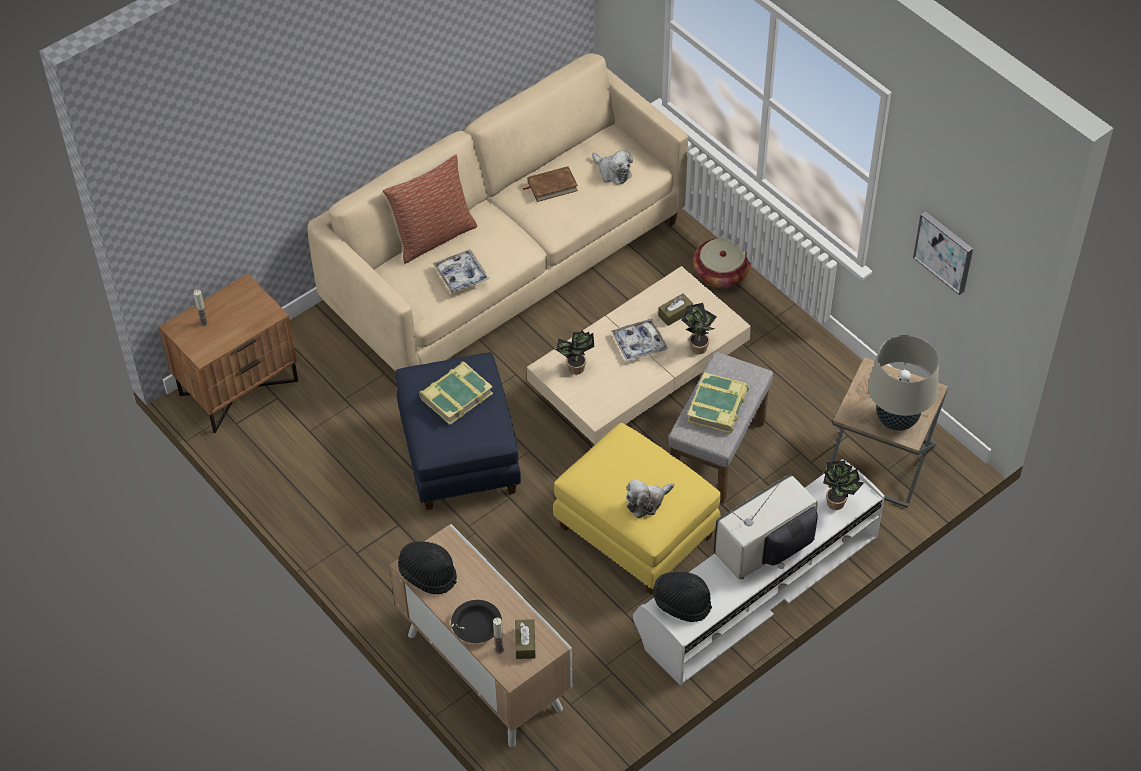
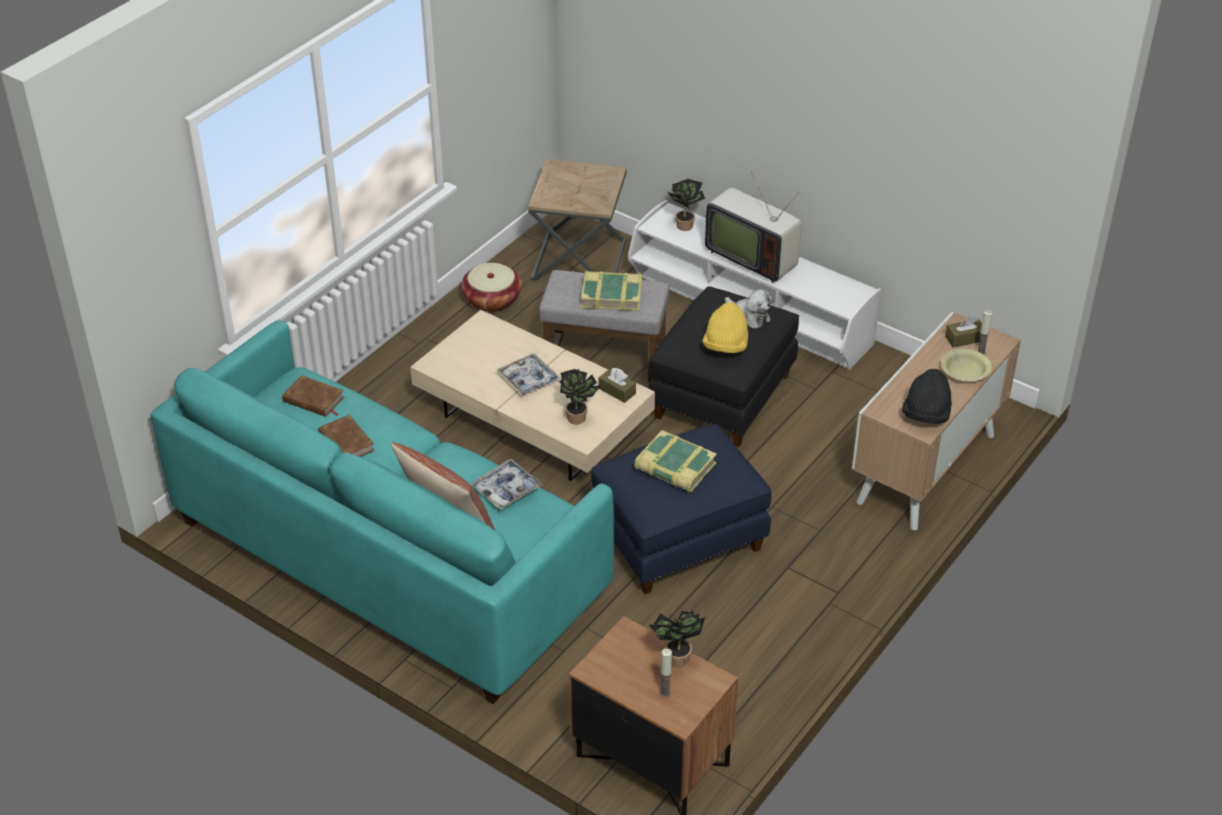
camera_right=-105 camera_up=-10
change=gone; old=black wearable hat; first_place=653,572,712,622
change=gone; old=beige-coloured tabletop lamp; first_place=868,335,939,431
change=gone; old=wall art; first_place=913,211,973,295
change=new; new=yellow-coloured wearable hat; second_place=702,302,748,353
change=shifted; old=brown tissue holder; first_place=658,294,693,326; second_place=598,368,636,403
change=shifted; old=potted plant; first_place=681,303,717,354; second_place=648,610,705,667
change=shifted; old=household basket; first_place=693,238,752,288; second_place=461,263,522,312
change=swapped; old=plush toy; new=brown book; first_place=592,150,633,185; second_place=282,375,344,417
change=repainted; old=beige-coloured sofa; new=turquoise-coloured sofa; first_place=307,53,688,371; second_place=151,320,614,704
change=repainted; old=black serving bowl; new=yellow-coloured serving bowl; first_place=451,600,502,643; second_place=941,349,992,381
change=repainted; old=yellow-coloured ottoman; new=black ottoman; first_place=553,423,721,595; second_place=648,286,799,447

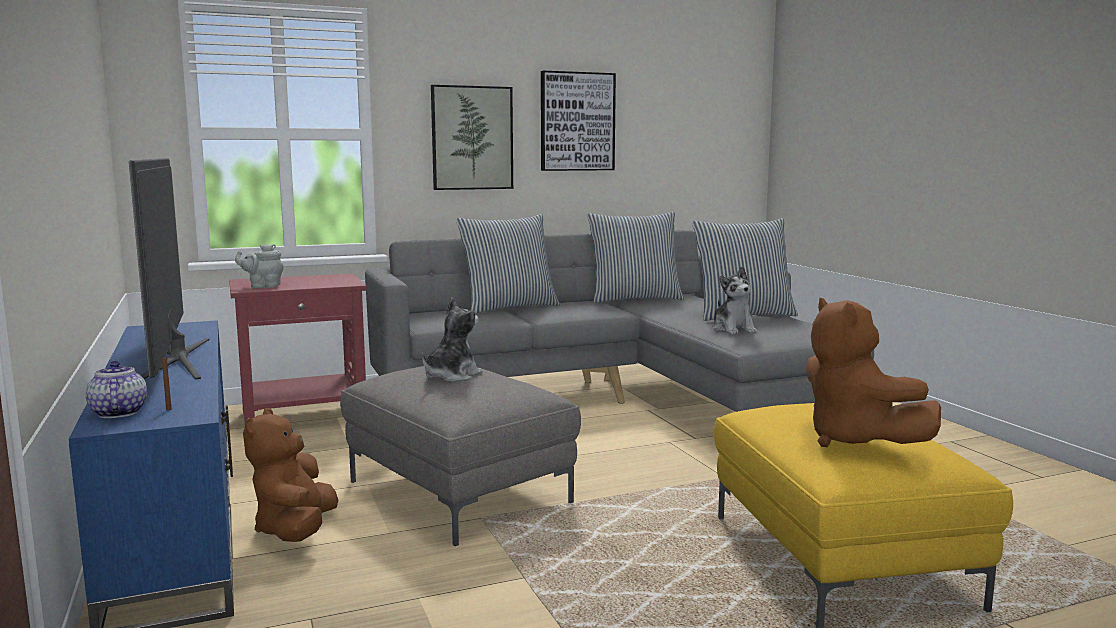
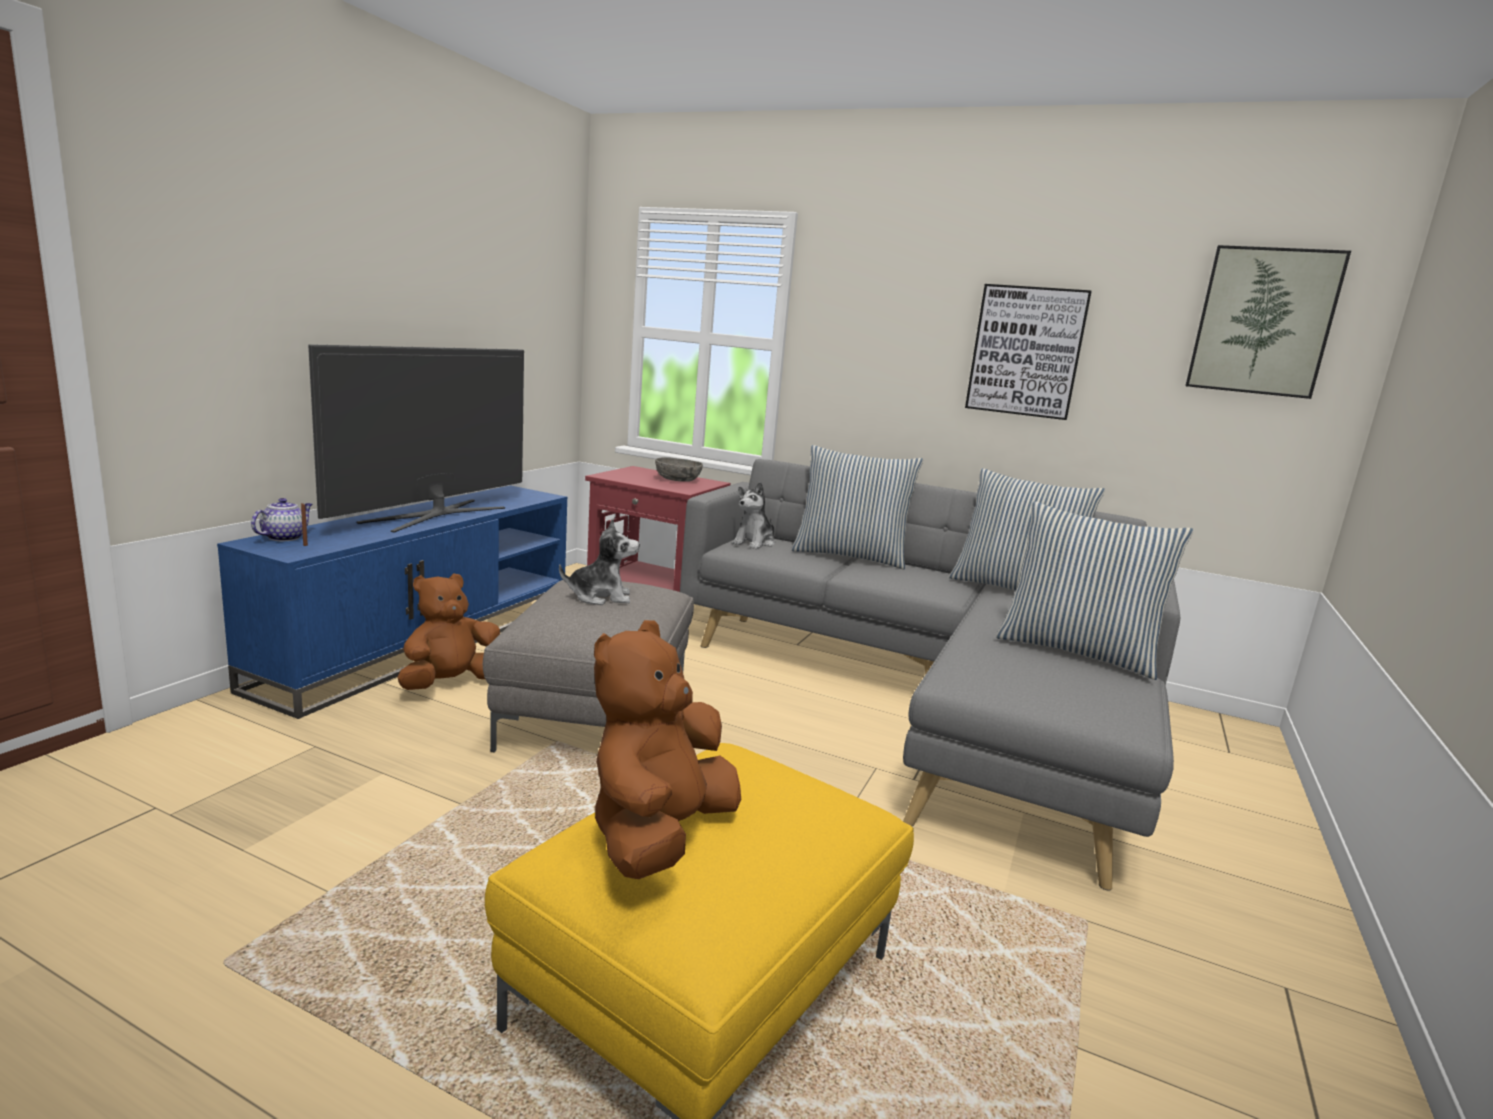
camera_right=45 camera_up=5
change=gone; old=grey tea pot; first_place=235,244,284,288
change=new; new=grey serving bowl; second_place=655,457,703,482
change=shifted; old=wall art; first_place=431,85,513,190; second_place=1185,245,1351,399
change=shifted; old=plush toy; first_place=712,266,757,334; second_place=732,482,775,549

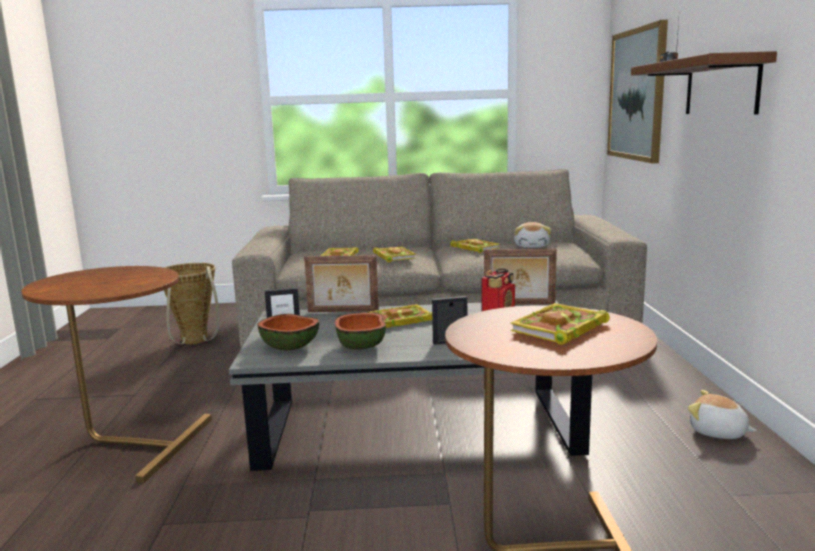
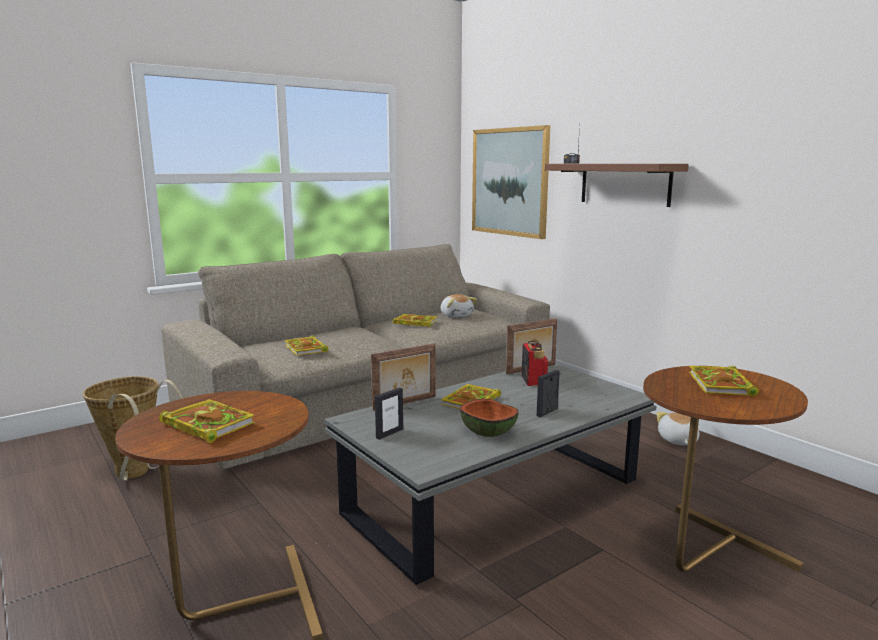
camera_right=-35 camera_up=0
change=gone; old=serving bowl; first_place=257,314,319,351
change=shifted; old=book; first_place=373,246,415,262; second_place=159,399,255,443
change=rotated; old=plush toy; first_place=688,390,757,439; second_place=657,412,700,445; degrees=90

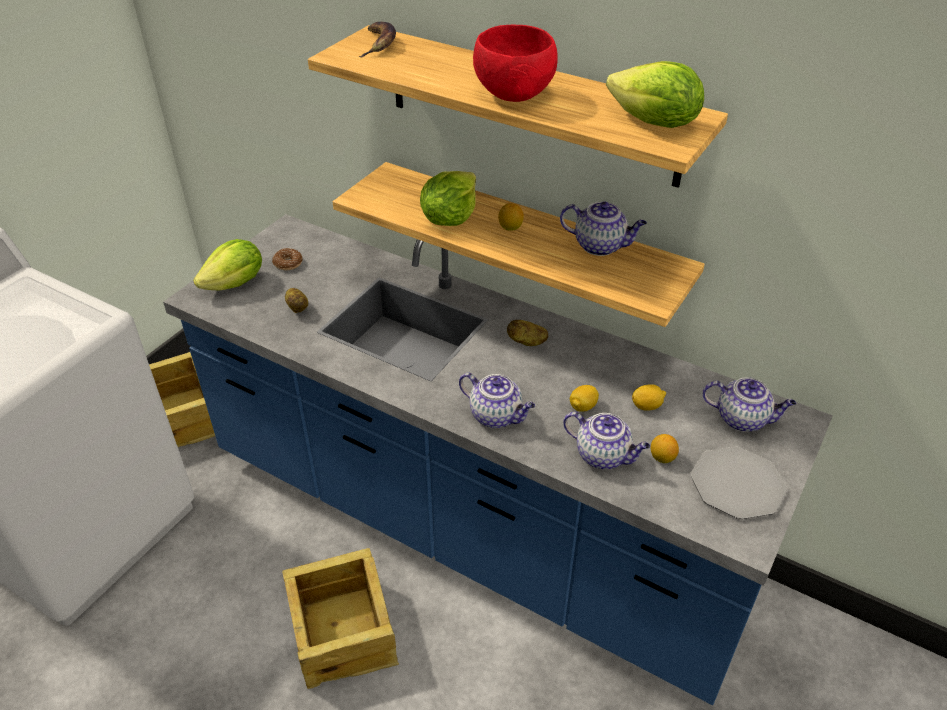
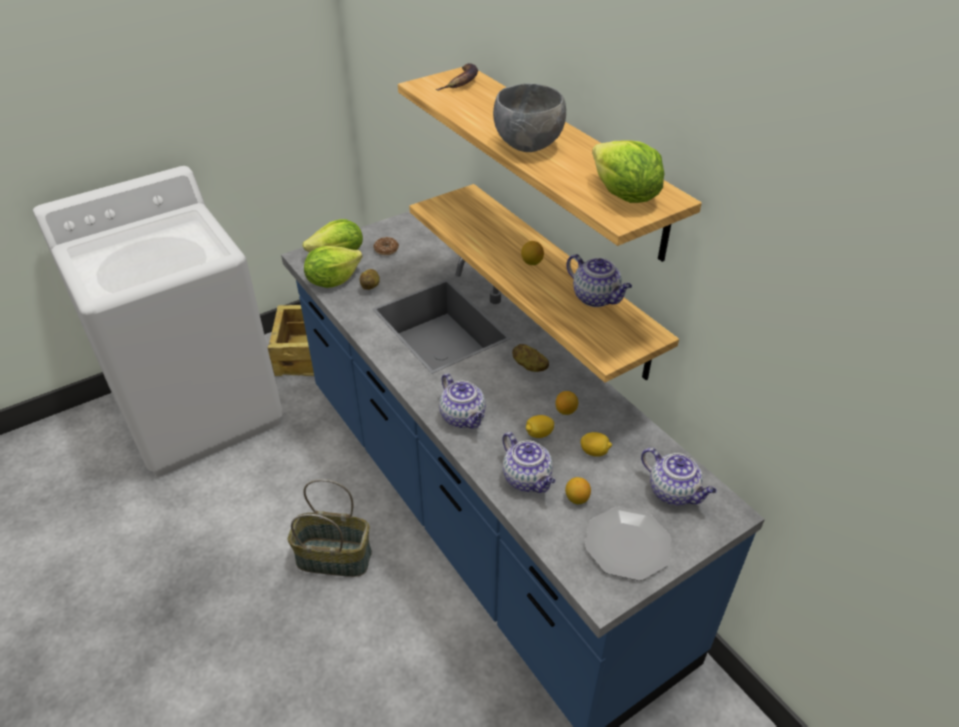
camera_right=25 camera_up=0
change=new; new=lemon; second_place=555,391,578,415
change=shifted; old=lettuce head; first_place=420,171,476,226; second_place=304,246,362,288
change=swapped; old=shipping crate; new=household basket; first_place=282,548,399,689; second_place=287,479,372,577
change=repainted; old=red-coloured serving bowl; new=grey serving bowl; first_place=473,25,558,102; second_place=493,83,566,152

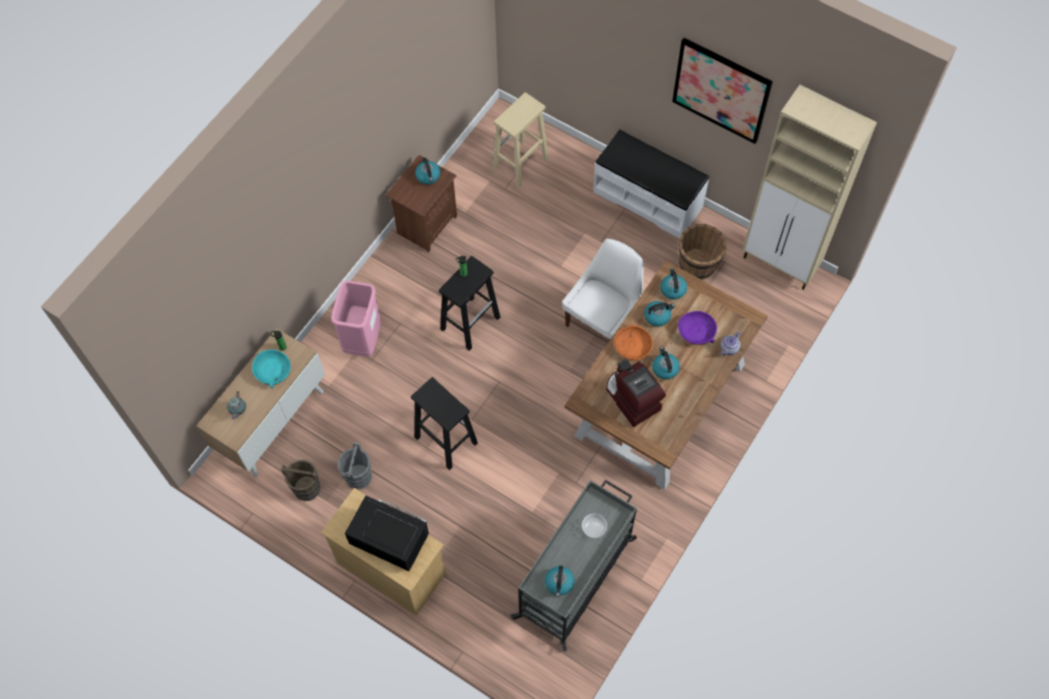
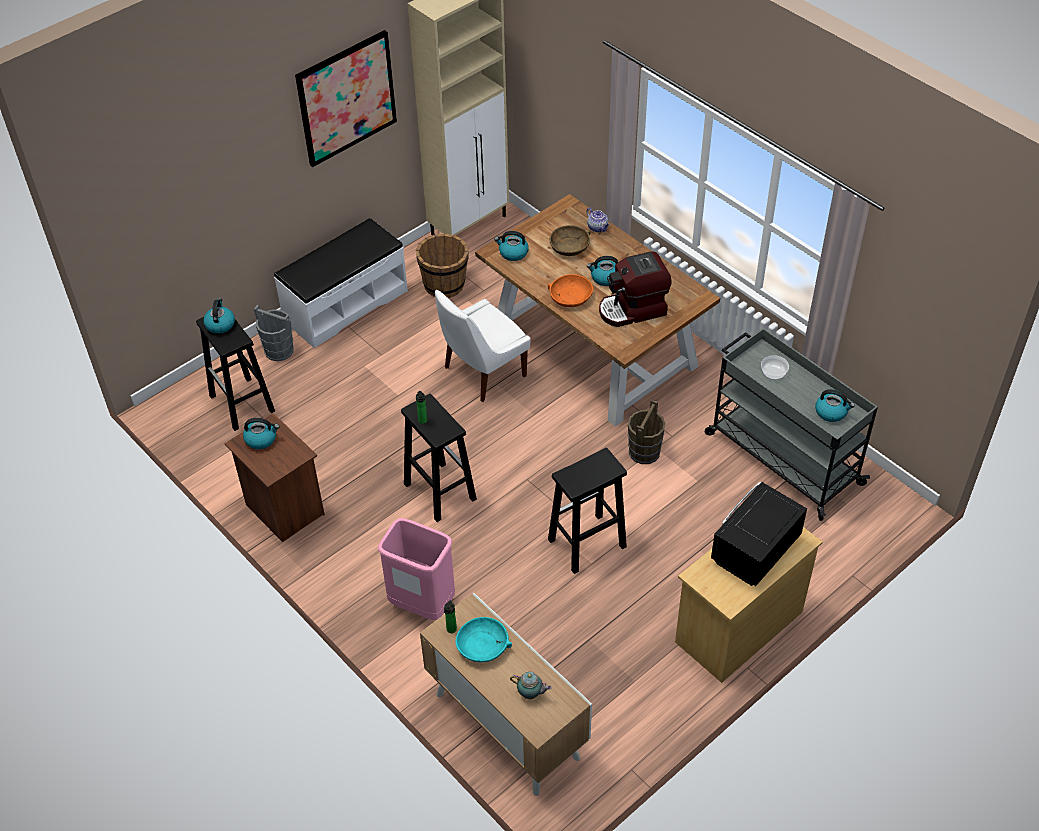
camera_right=-75 camera_up=-15
change=shifted; old=brown bucket; first_place=281,460,321,501; second_place=628,400,666,464
change=shifted; old=grey bucket; first_place=338,442,372,490; second_place=254,305,294,361
change=shifted; old=kettle; first_place=644,301,675,327; second_place=203,298,235,334
change=repainted; old=beige-coloured sitting stool; new=black sitting stool; first_place=492,92,549,187; second_place=196,317,275,431
change=repainted; old=purple-coloured serving bowl; new=brown serving bowl; first_place=678,311,717,345; second_place=550,225,591,256
change=rotated; old=white chair; first_place=562,238,644,342; second_place=435,290,531,402; degrees=-90

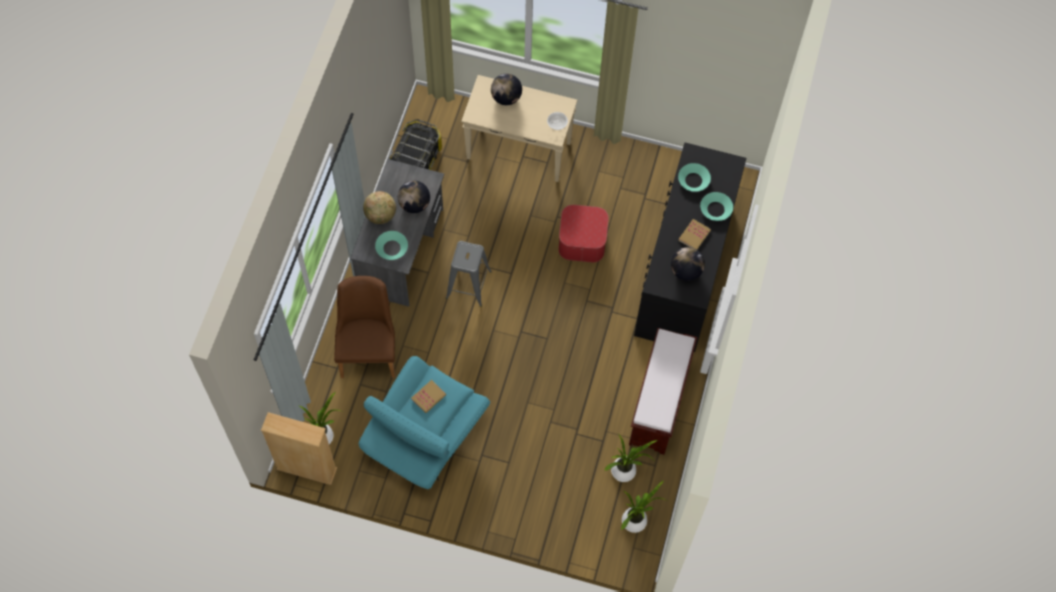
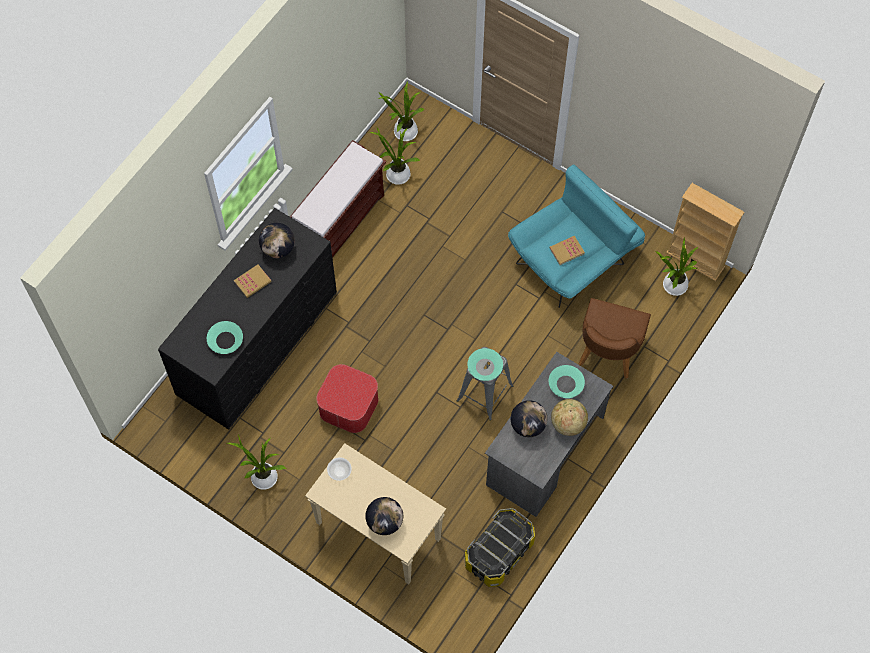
camera_right=-160 camera_up=0
change=new; new=potted plant; second_place=227,435,286,490
change=shifted; old=turquoise-coloured serving bowl; first_place=700,192,733,221; second_place=468,348,503,381

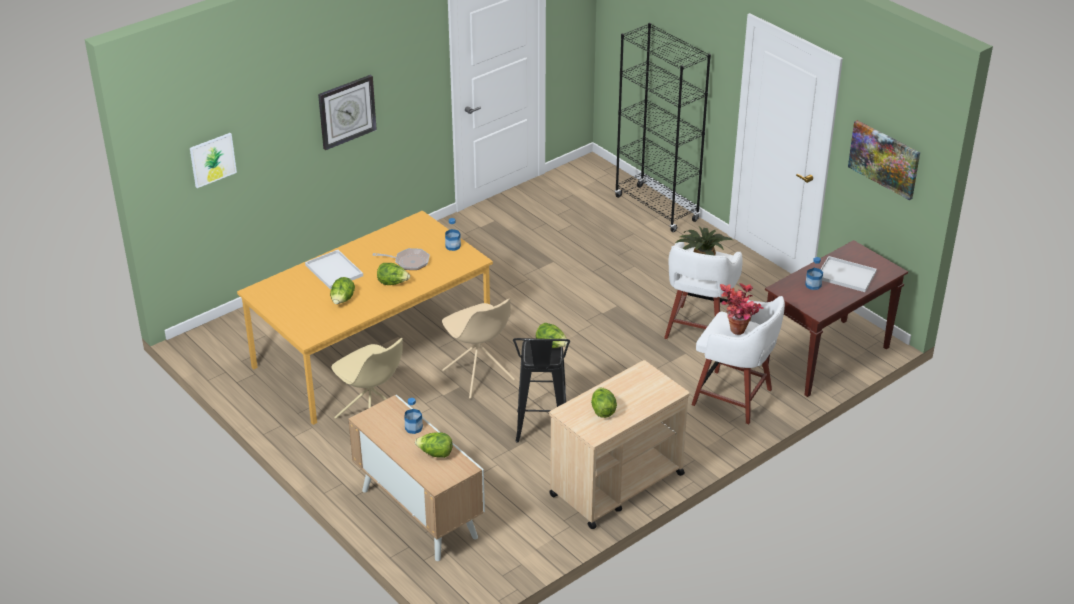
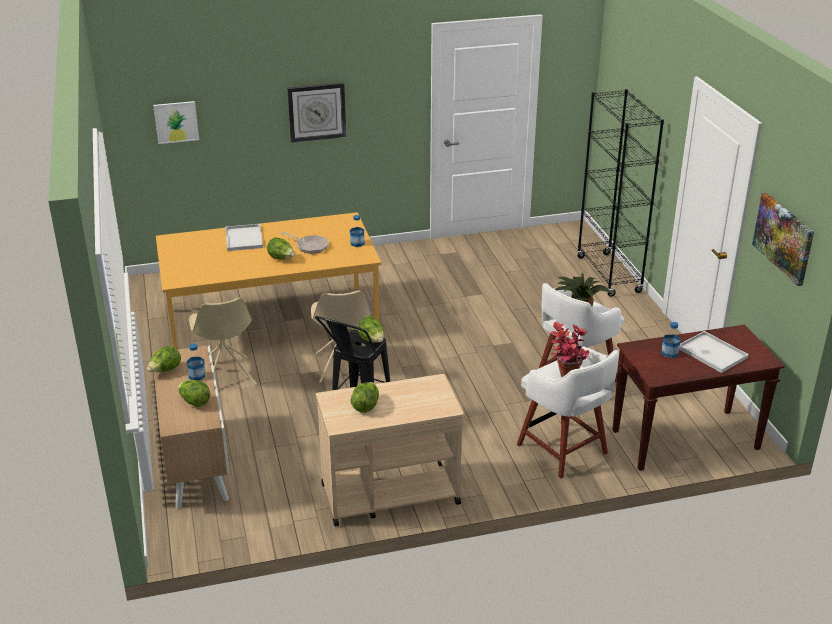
camera_right=25 camera_up=-5
change=shifted; old=lettuce head; first_place=330,277,355,304; second_place=147,346,181,372

